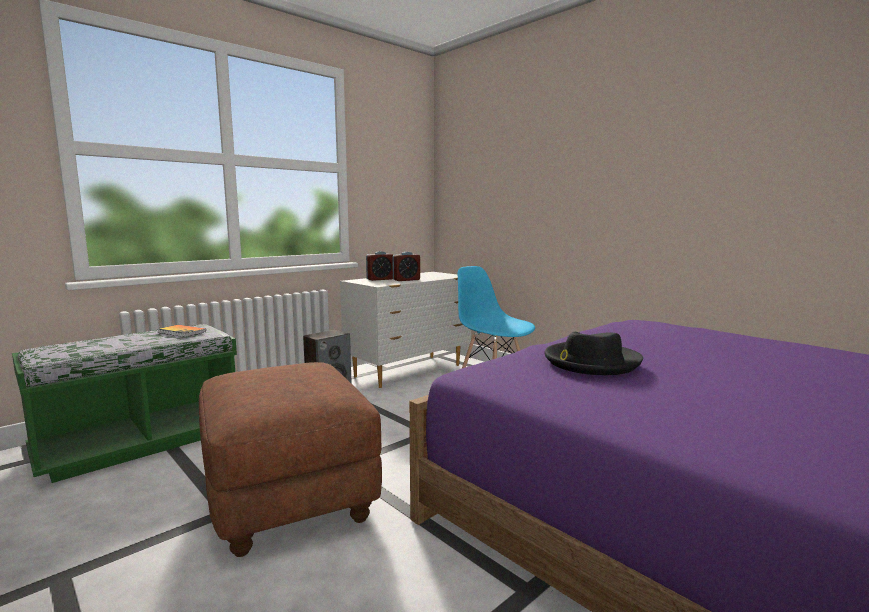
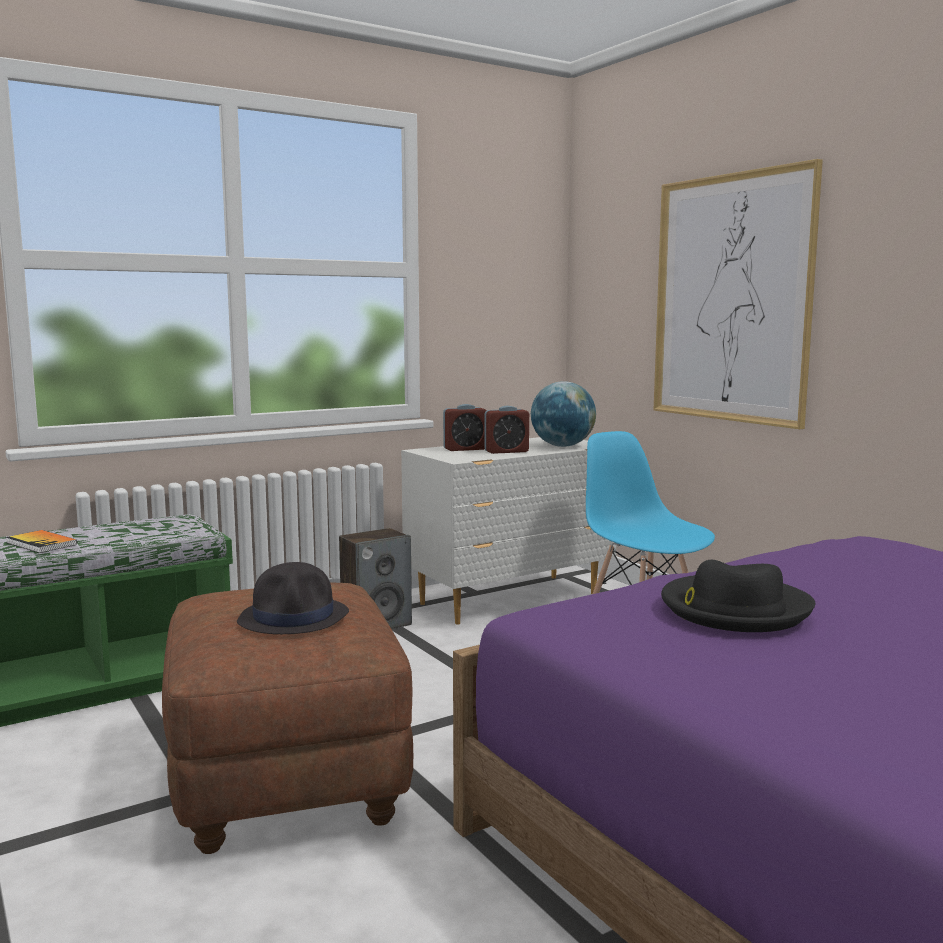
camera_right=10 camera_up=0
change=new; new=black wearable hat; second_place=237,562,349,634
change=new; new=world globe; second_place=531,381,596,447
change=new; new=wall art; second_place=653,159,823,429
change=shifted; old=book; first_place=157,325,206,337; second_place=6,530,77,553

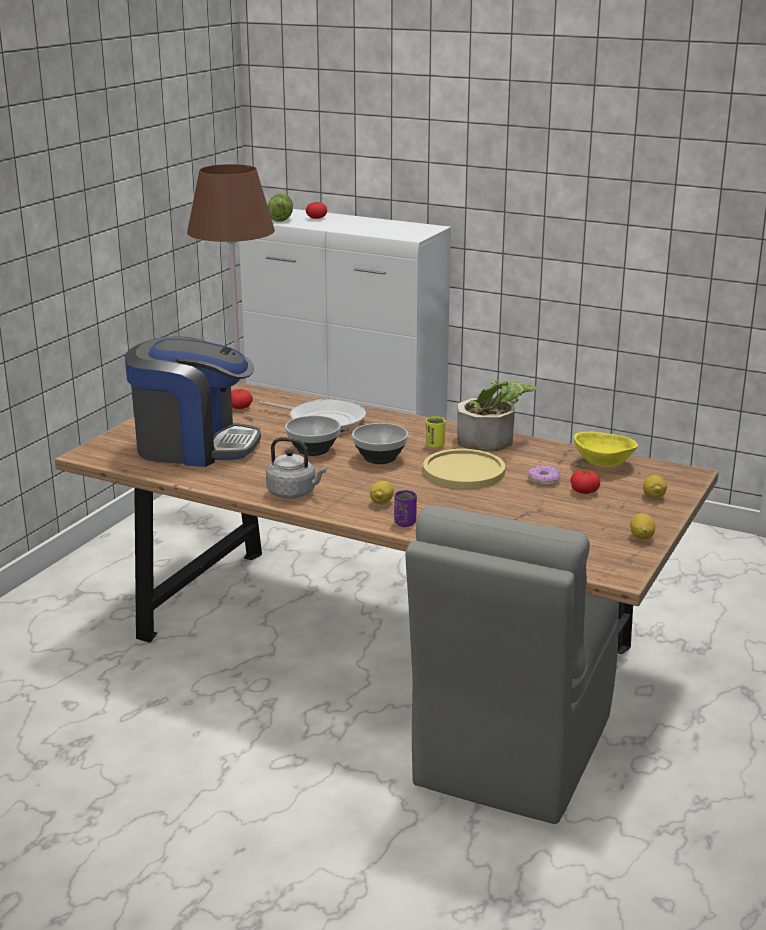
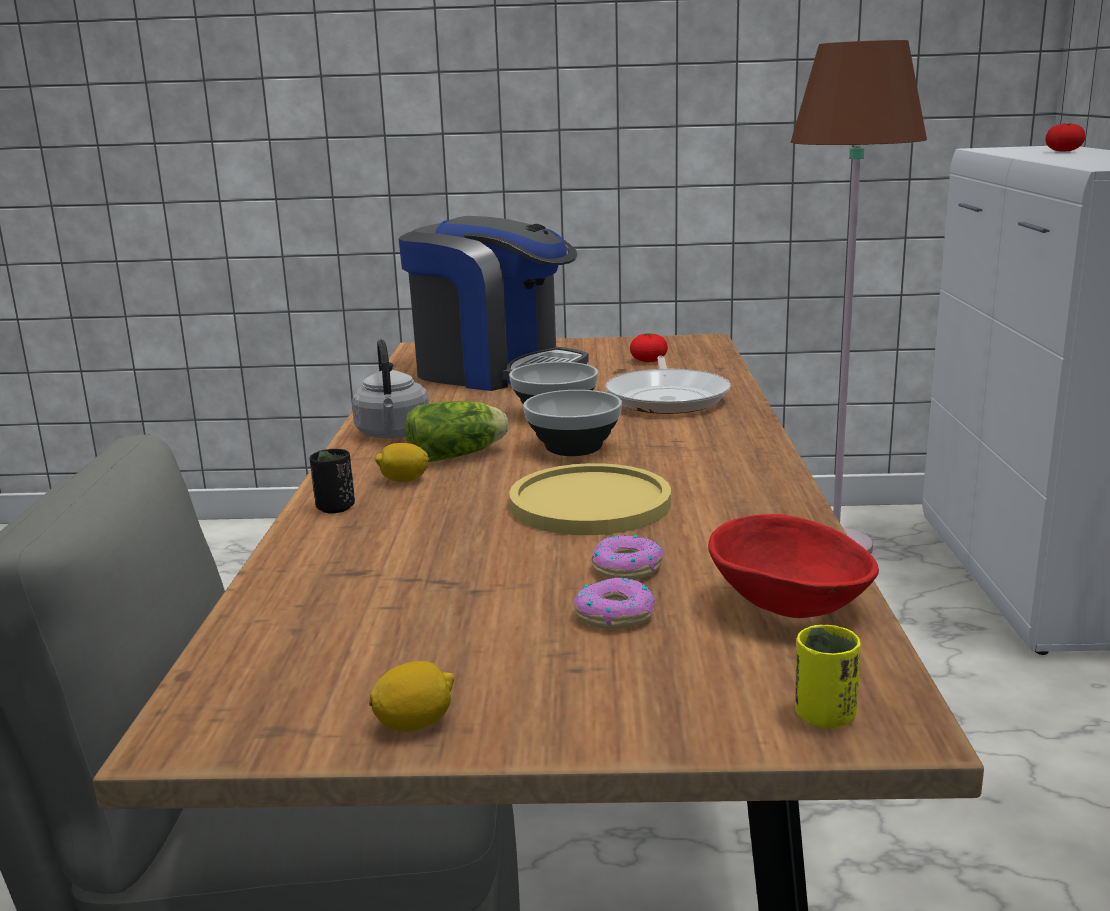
camera_right=65 camera_up=-5
change=gone; old=potted plant; first_place=457,379,537,452
change=gone; old=lemon; first_place=643,475,667,499
change=shifted; old=lettuce head; first_place=267,193,293,222; second_place=405,401,509,462
change=shifted; old=yellow-coloured drinking cup; first_place=426,417,445,448; second_place=795,625,860,729
change=swapped; old=fresh tomato; new=donut; first_place=571,470,600,494; second_place=574,577,655,629
change=repainted; old=purple-coloured drinking cup; new=black drinking cup; first_place=394,490,417,527; second_place=310,449,355,514
change=repainted; old=yellow-coloured serving bowl; new=red-coloured serving bowl; first_place=574,431,638,467; second_place=708,514,879,618
change=rotated; old=coffee maker; first_place=125,336,261,467; second_place=399,216,589,391; degrees=-45

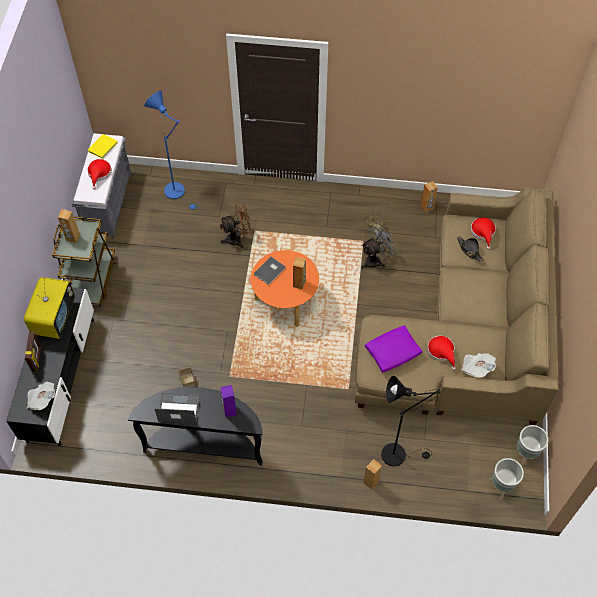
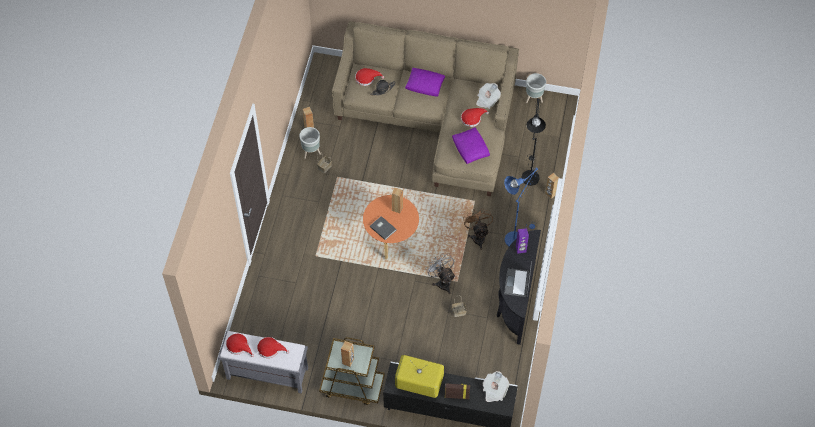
camera_right=-85 camera_up=0
change=new; new=purple-coloured pillow; second_place=405,68,445,97
change=shifted; old=blue floor lamp; first_place=144,91,199,210; second_place=504,167,538,246
change=shifted; old=brown fan; first_place=220,204,252,248; second_place=463,208,493,250
change=shifted; old=grey fan; first_place=361,223,397,269; second_place=425,253,455,294
change=shifted; old=grey plant pot; first_place=490,458,524,500; second_place=299,127,321,159
change=swapped; old=yellow-coloured book; new=red-coloured wearable hat; first_place=88,134,117,159; second_place=226,333,254,357

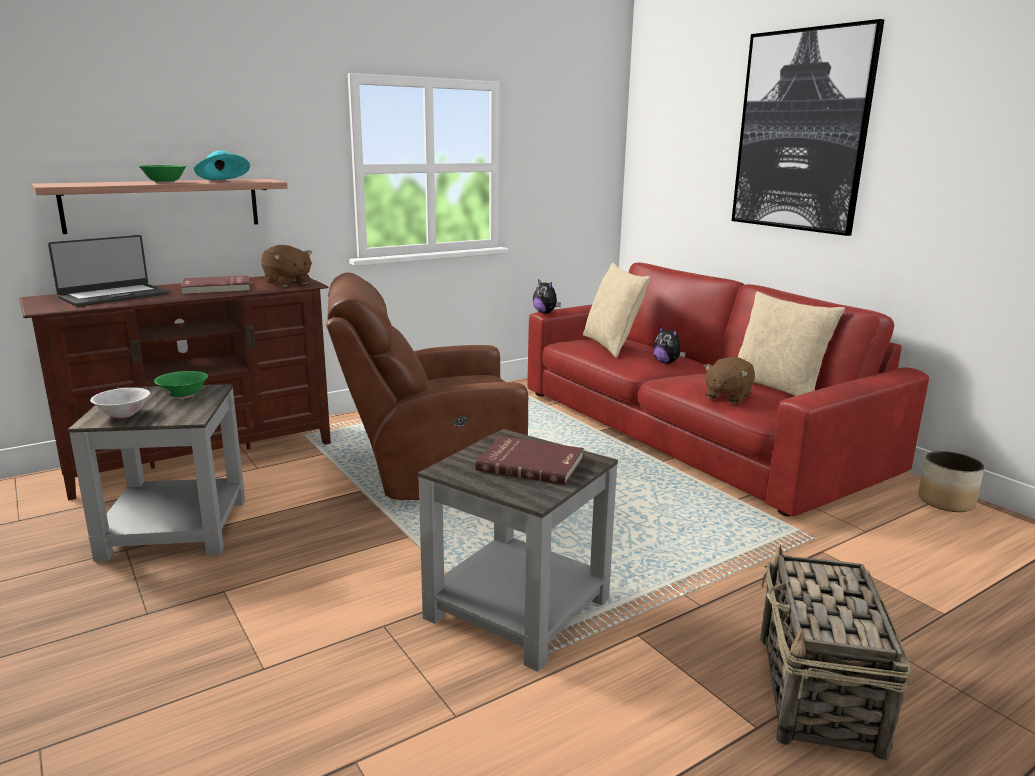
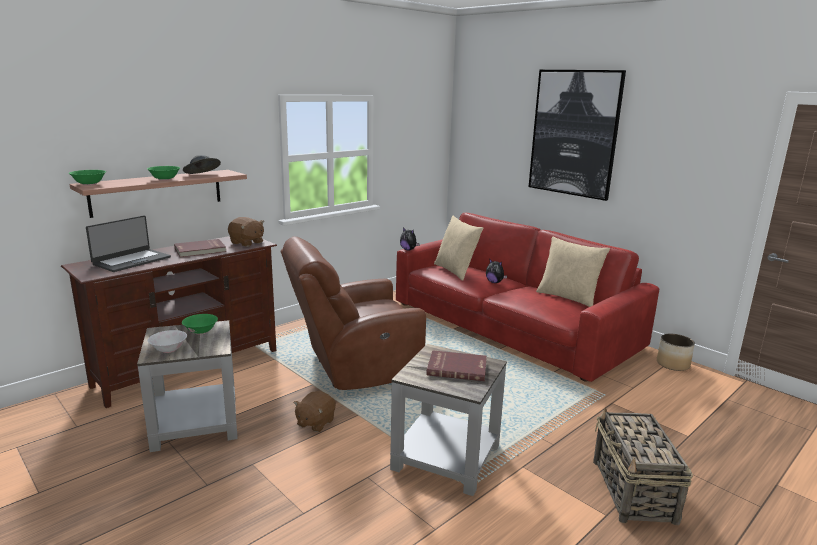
camera_right=-10 camera_up=0
change=new; new=green-coloured serving bowl; second_place=69,170,106,186
change=shifted; old=brown plush toy; first_place=704,357,755,404; second_place=293,391,336,432
change=repainted; old=turquoise-coloured wearable hat; new=grey wearable hat; first_place=194,151,250,180; second_place=183,155,221,174

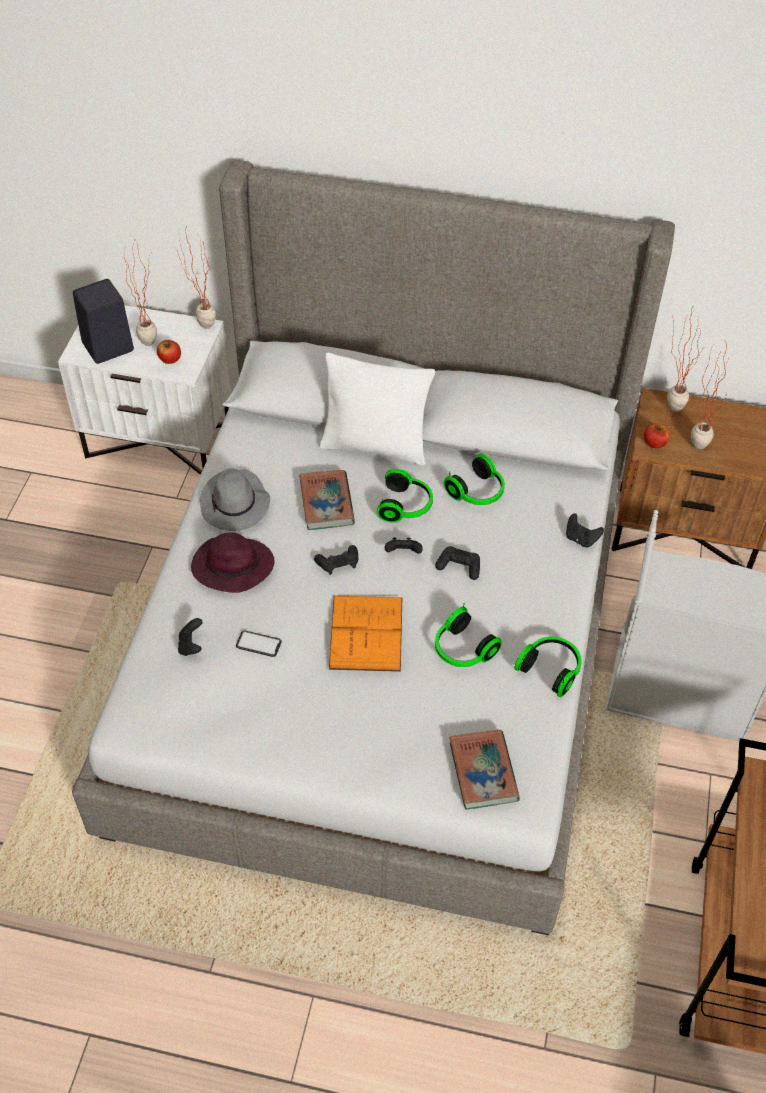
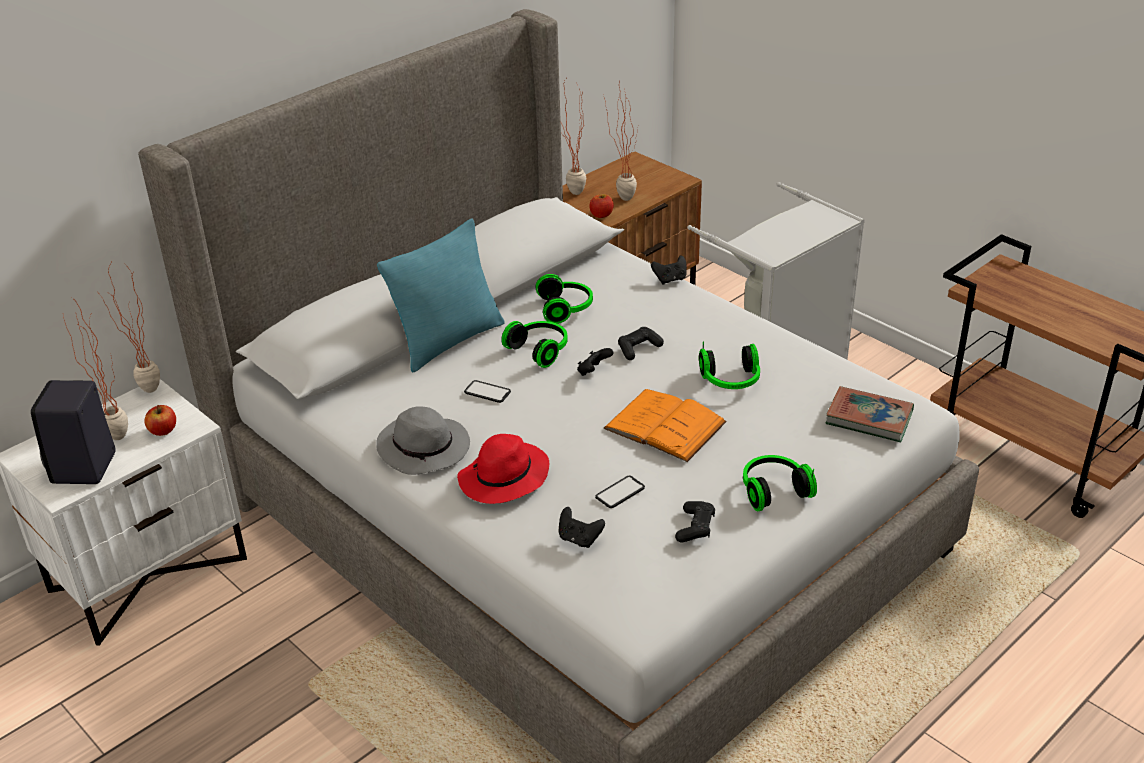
camera_right=-55 camera_up=-15
change=shifted; old=black gamepad; first_place=314,545,358,575; second_place=675,501,715,543
change=shifted; old=pair of headphones; first_place=515,636,581,698; second_place=743,455,817,511
change=swapped; old=book; new=handset; first_place=299,470,355,530; second_place=464,380,511,403
change=repainted; old=purple-coloured wearable hat; new=red-coloured wearable hat; first_place=191,532,275,593; second_place=457,434,549,504
change=repainted; old=white pillow; new=turquoise-coloured pillow; first_place=319,353,435,466; second_place=377,218,505,372

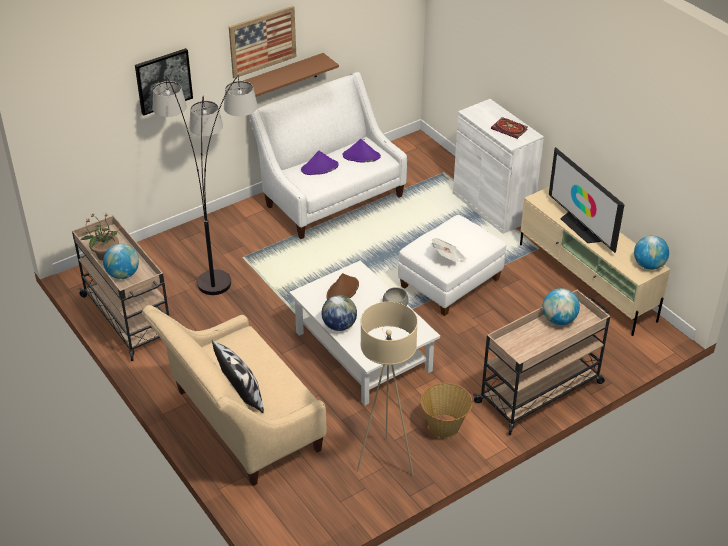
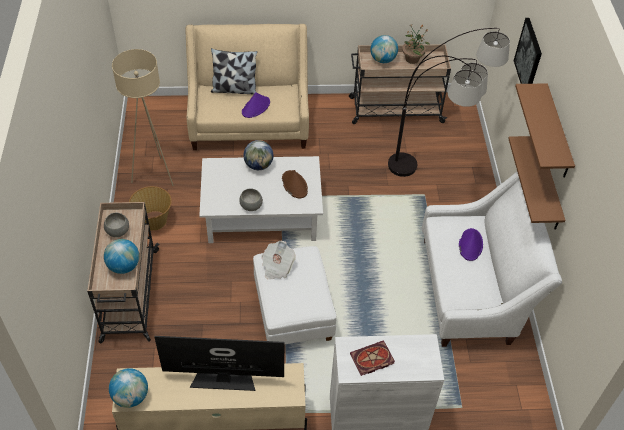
camera_right=120 camera_up=10
change=new; new=grey serving bowl; second_place=104,213,129,237
change=shifted; old=purple-coloured wearable hat; first_place=343,139,381,163; second_place=242,92,270,118
change=swapped; old=wall art; new=brown bracket shelf; first_place=229,6,296,78; second_place=515,84,575,178

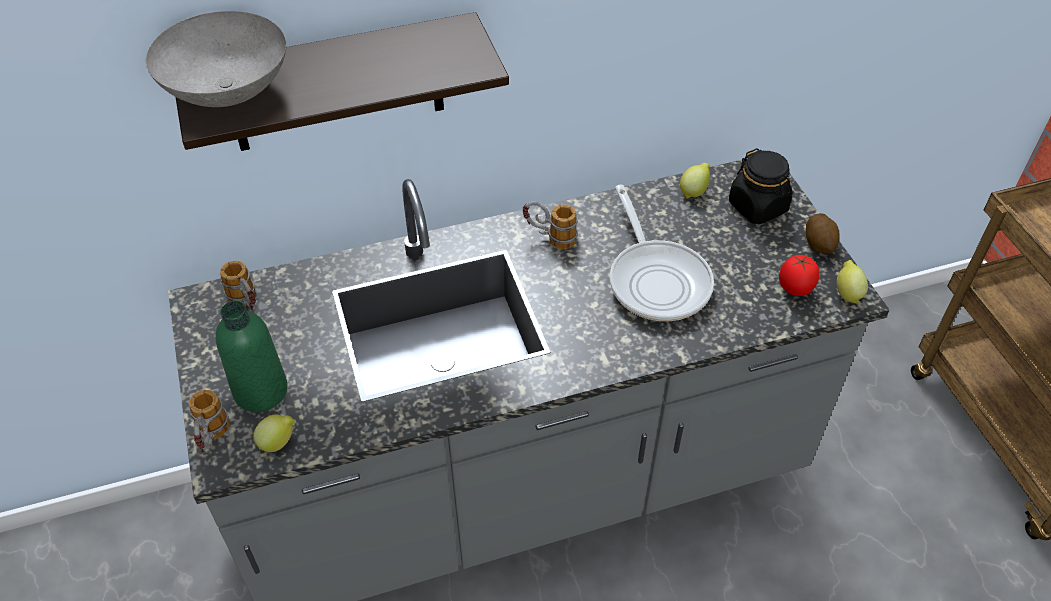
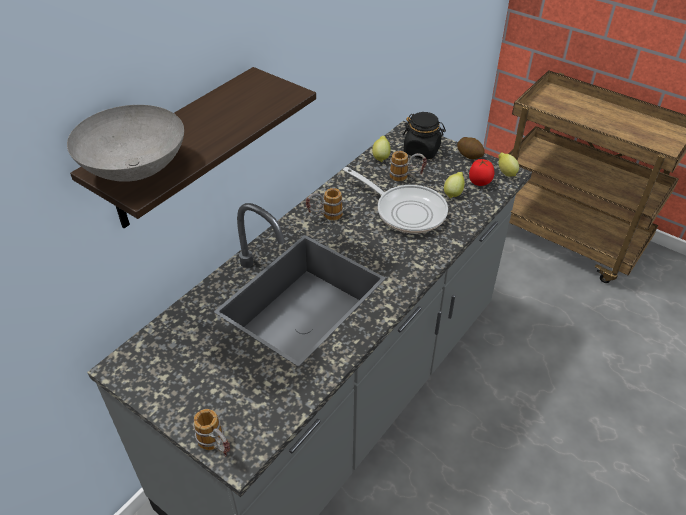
camera_right=-35 camera_up=-5
change=gone; old=green-coloured beverage bottle; first_place=215,301,288,412
change=shifted; old=mug; first_place=220,261,256,312; second_place=389,151,427,181
change=shifted; old=lemon; first_place=253,415,295,452; second_place=444,172,465,198

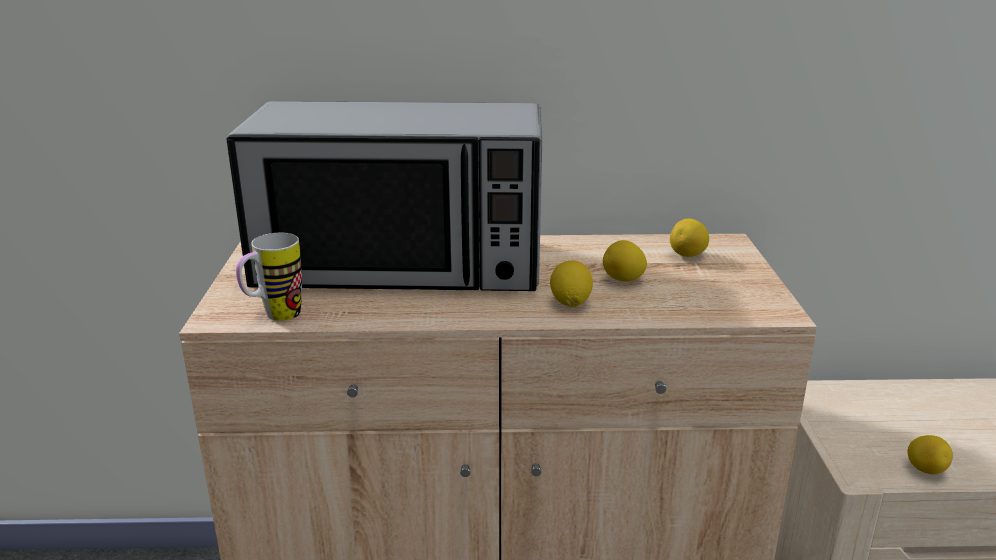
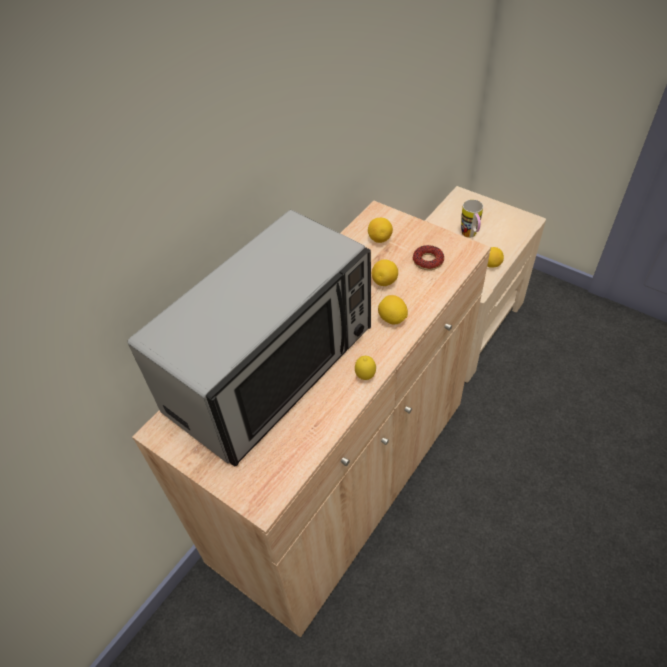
camera_right=-50 camera_up=25
change=new; new=lemon; second_place=355,356,376,380
change=new; new=donut; second_place=413,245,444,270
change=shifted; old=mug; first_place=236,233,302,321; second_place=461,200,483,238

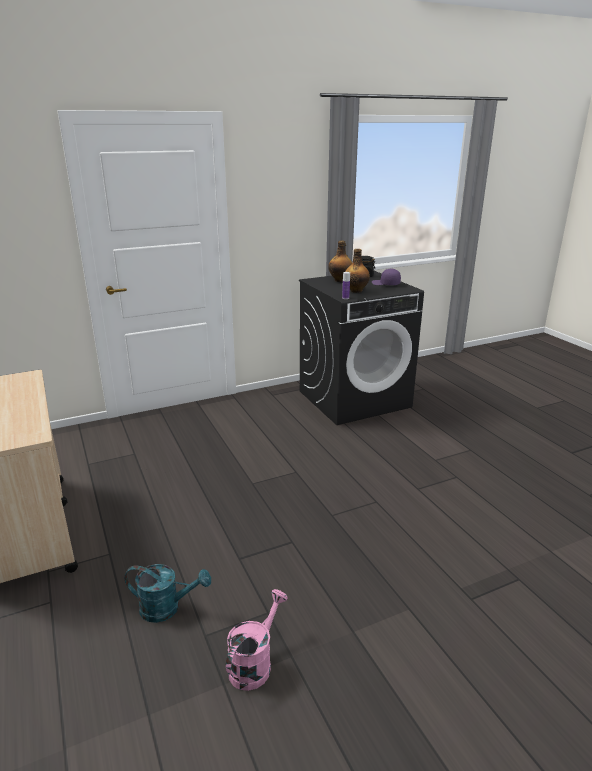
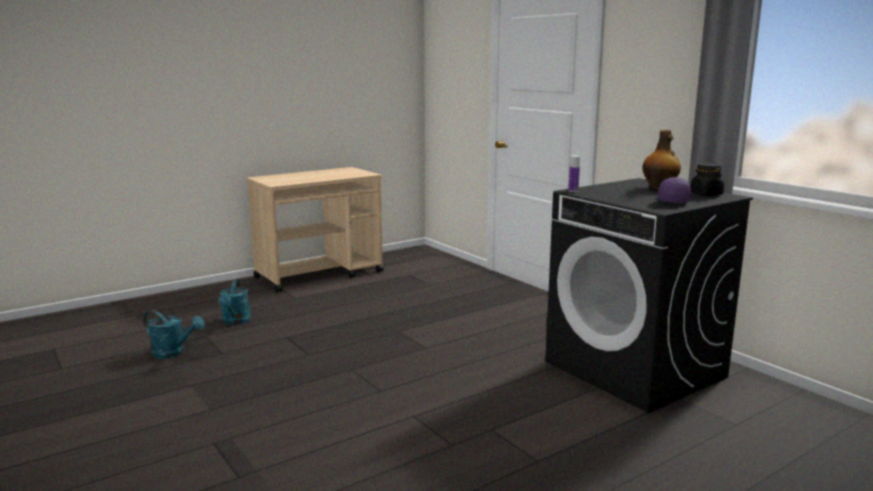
camera_right=80 camera_up=-10
change=gone; old=beverage bottle; first_place=345,249,370,293
change=repainted; old=pinkish watering pot; new=turquoise-coloured watering pot; first_place=226,589,288,691; second_place=143,310,205,359

